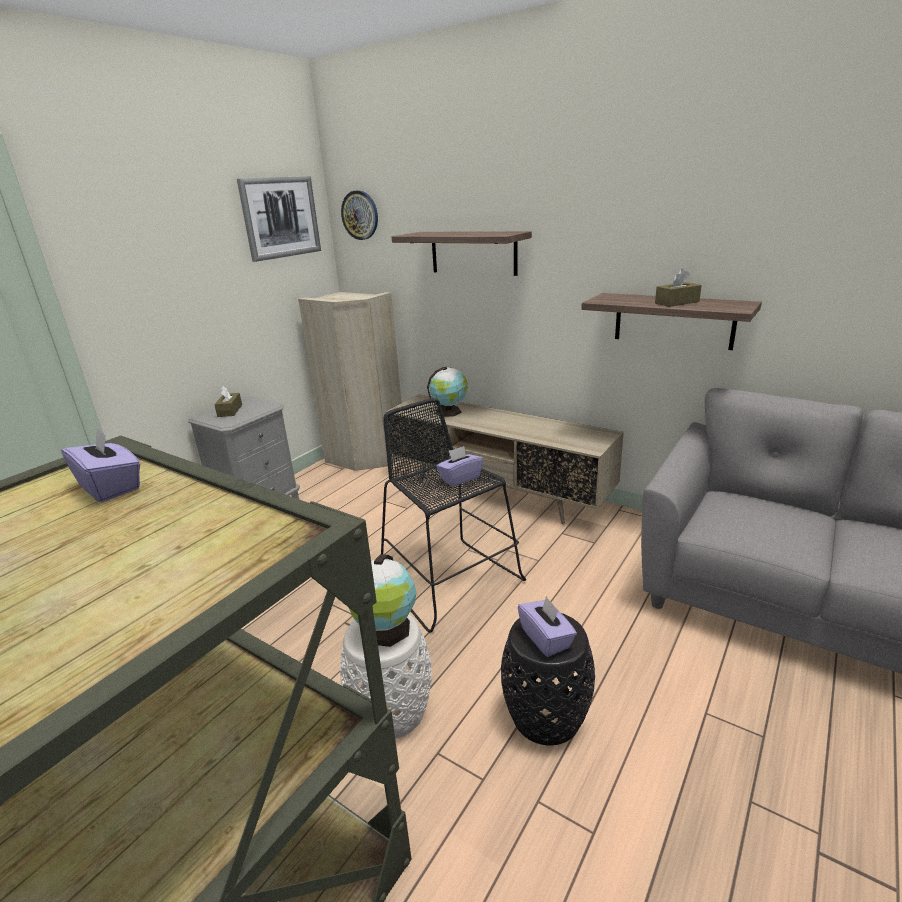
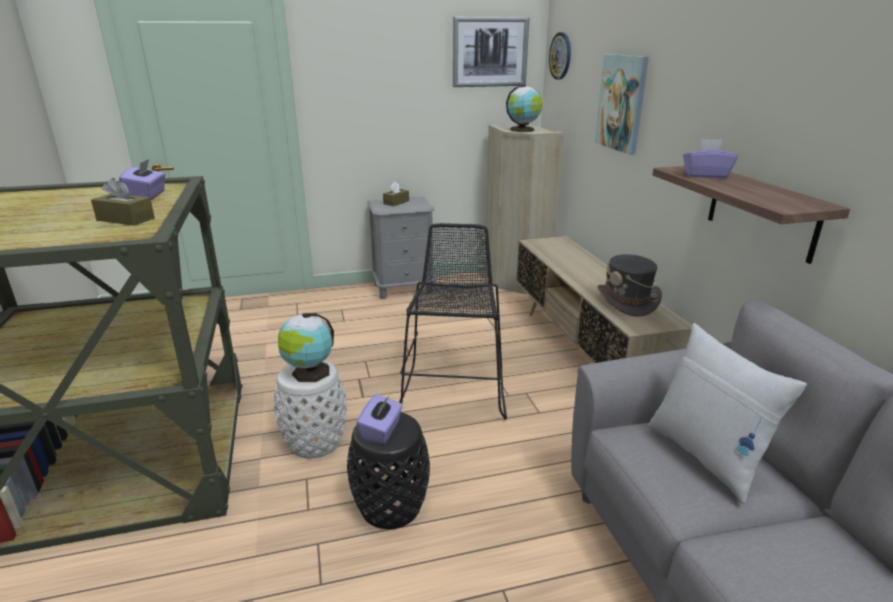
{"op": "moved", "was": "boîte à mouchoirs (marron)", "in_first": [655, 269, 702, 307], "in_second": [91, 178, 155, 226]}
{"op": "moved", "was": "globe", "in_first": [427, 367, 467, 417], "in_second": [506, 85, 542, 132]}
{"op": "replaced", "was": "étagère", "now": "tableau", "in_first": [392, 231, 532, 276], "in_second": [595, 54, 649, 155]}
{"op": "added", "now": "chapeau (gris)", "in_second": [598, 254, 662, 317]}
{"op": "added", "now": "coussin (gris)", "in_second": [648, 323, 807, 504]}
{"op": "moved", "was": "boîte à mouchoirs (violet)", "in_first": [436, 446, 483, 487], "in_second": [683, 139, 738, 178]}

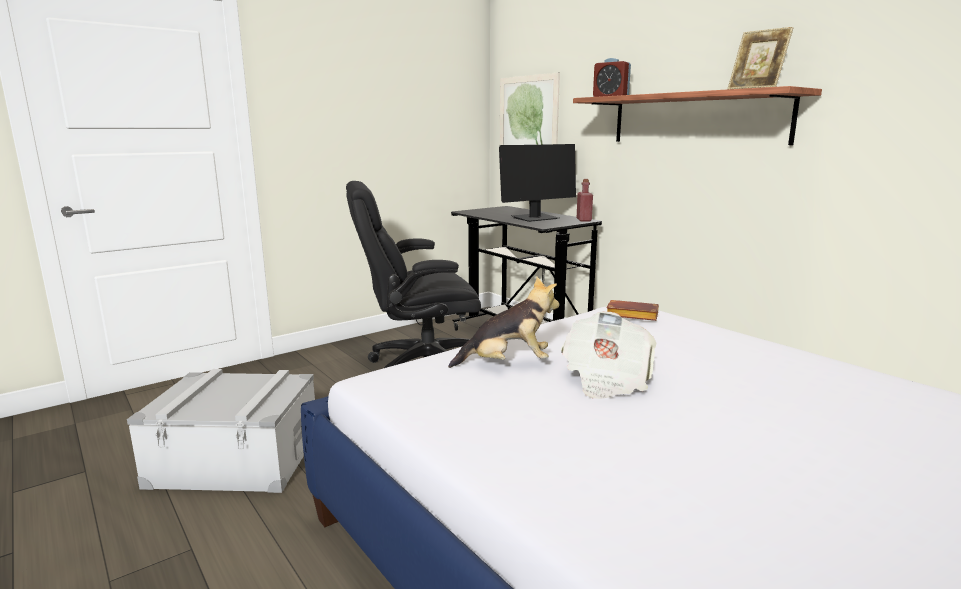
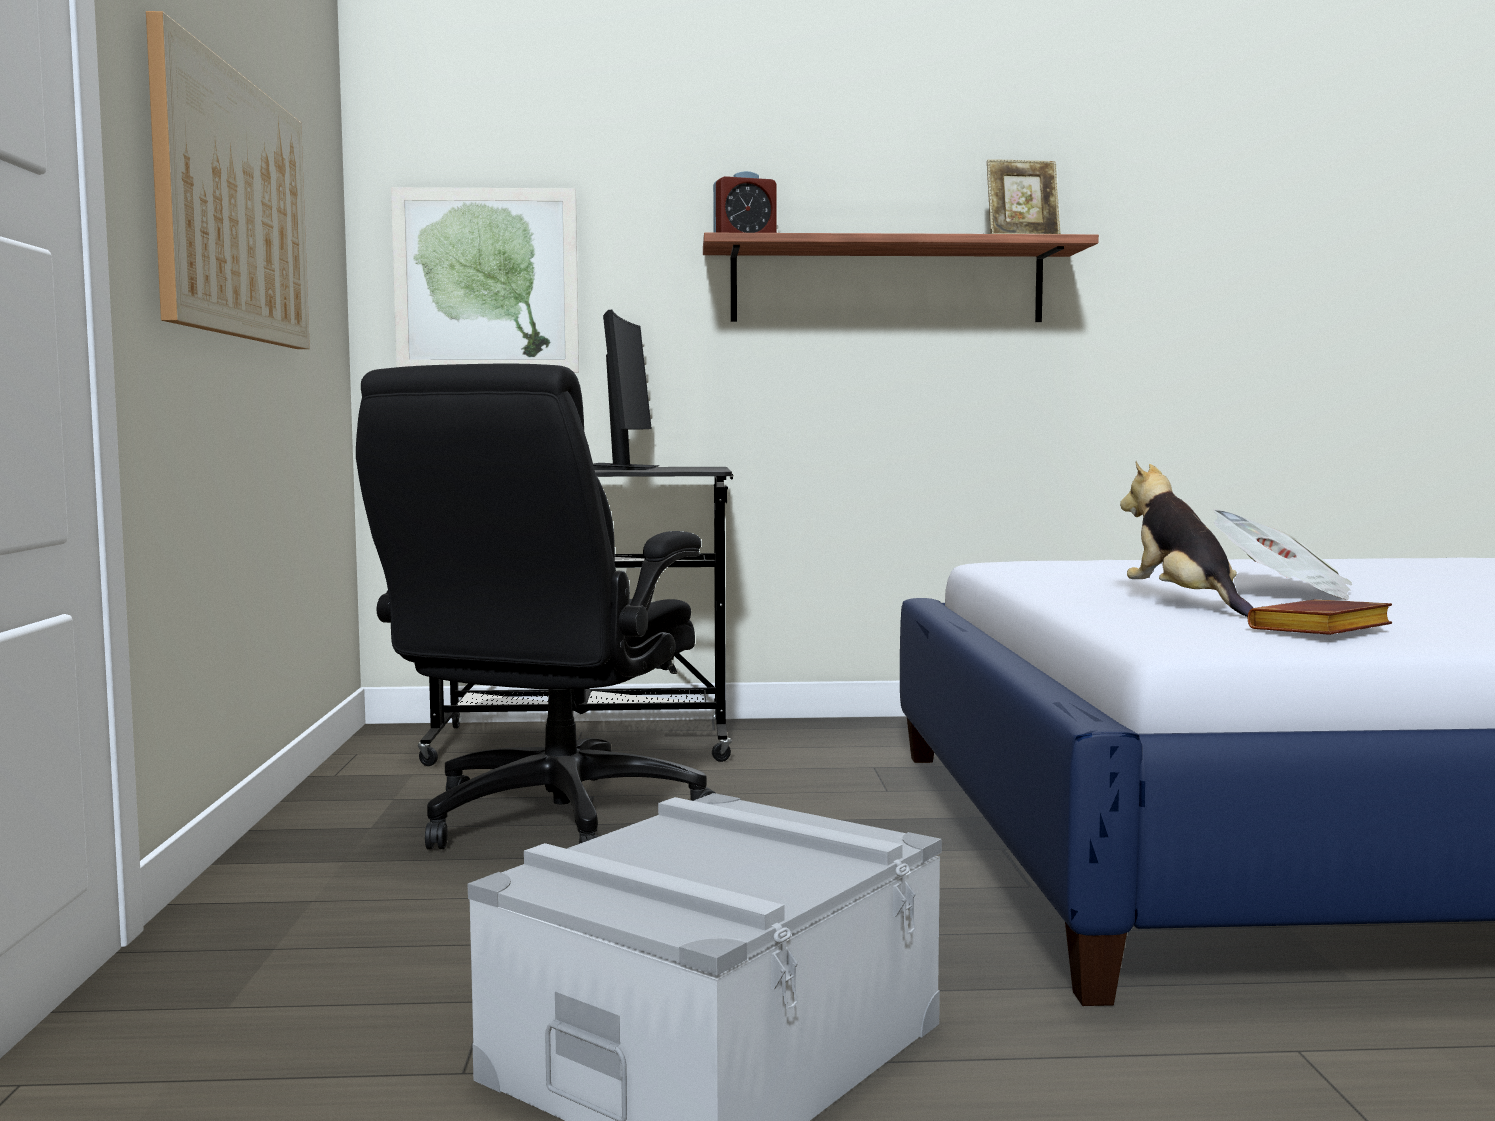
{"op": "added", "now": "tableau", "in_second": [146, 11, 310, 349]}
{"op": "turned", "was": "peluche", "in_first": [448, 277, 559, 368], "in_second": [1120, 461, 1253, 617], "clockwise": -45}
{"op": "moved", "was": "livre (marron)", "in_first": [606, 300, 659, 321], "in_second": [1248, 599, 1392, 635]}
{"op": "removed", "was": "bouteille (rouge)", "in_first": [577, 179, 593, 222]}

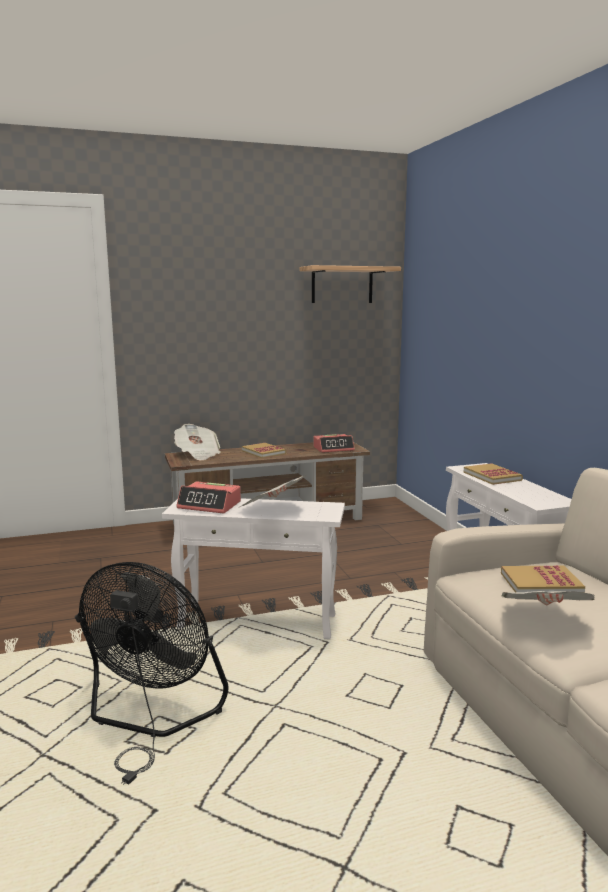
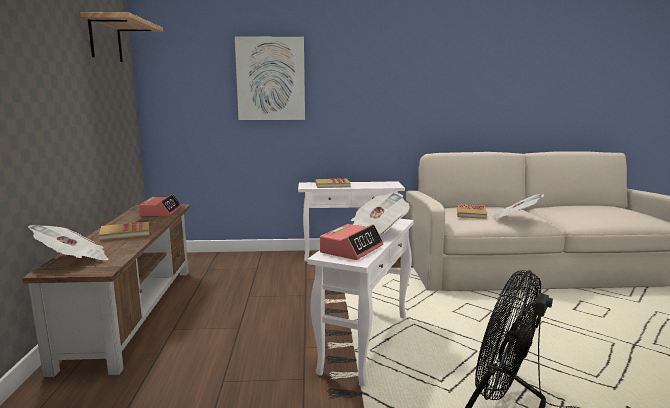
{"op": "added", "now": "tableau", "in_second": [235, 36, 305, 120]}

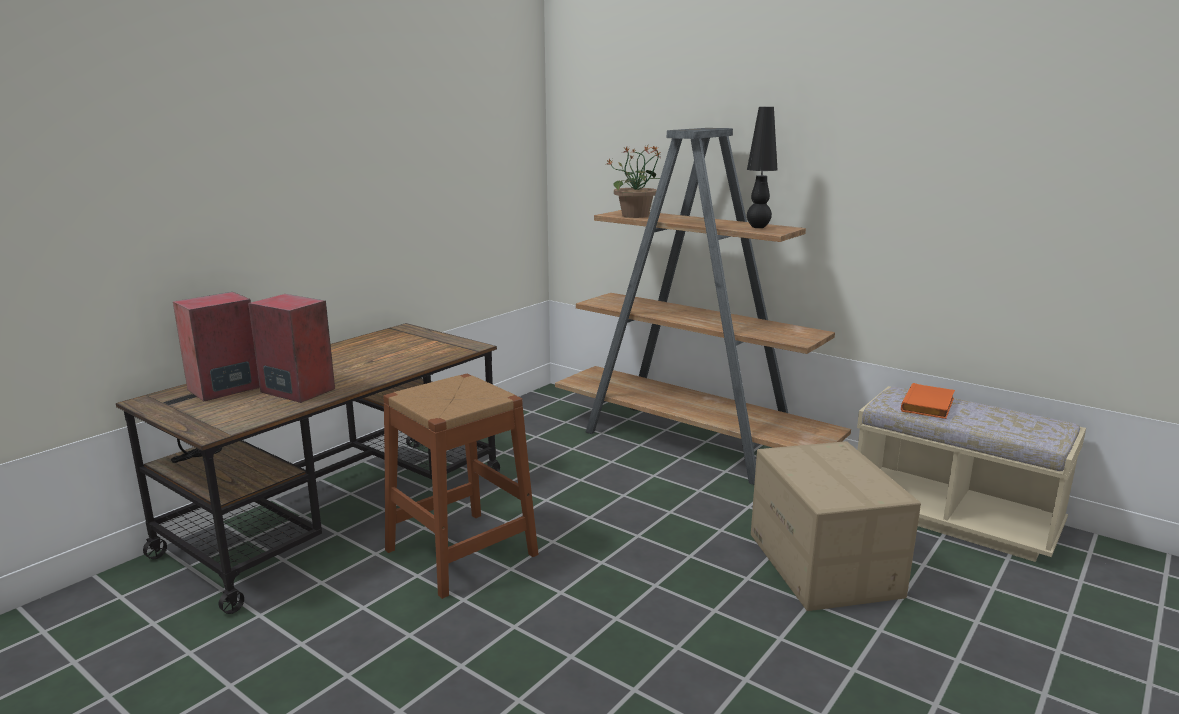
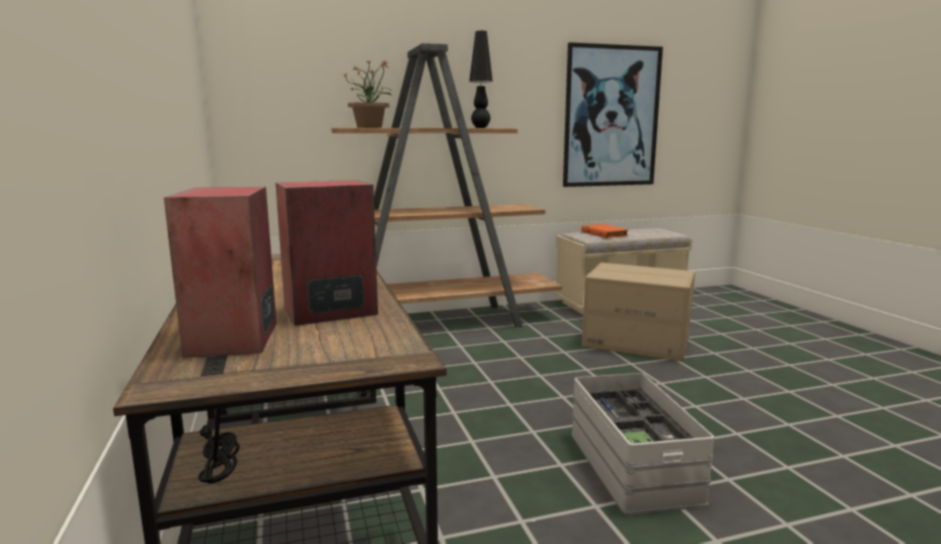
{"op": "added", "now": "tableau", "in_second": [563, 42, 663, 187]}
{"op": "added", "now": "boîte de rangement (gris)", "in_second": [571, 373, 714, 515]}
{"op": "removed", "was": "tabouret (marron)", "in_first": [383, 374, 539, 599]}

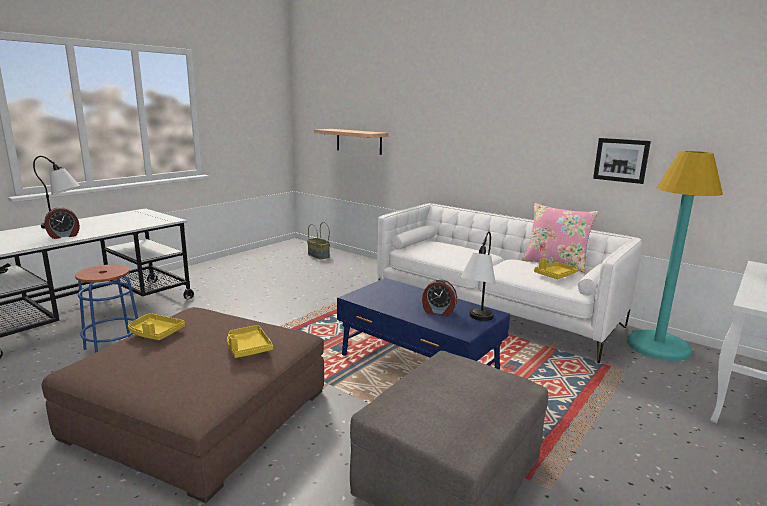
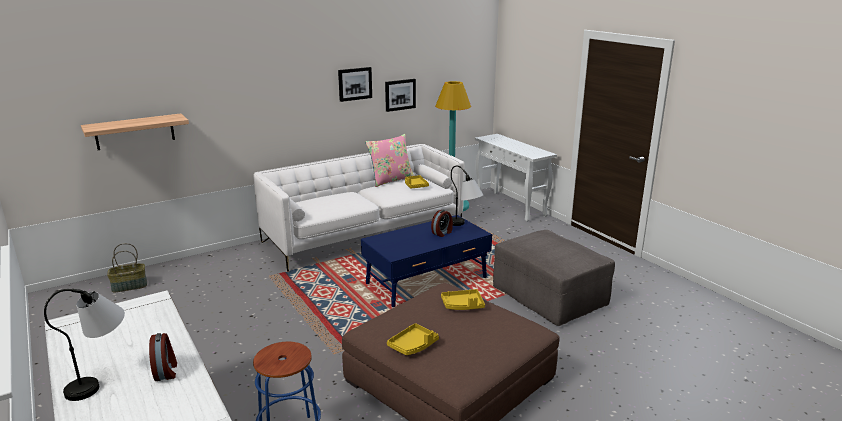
{"op": "added", "now": "tableau", "in_second": [338, 67, 372, 102]}

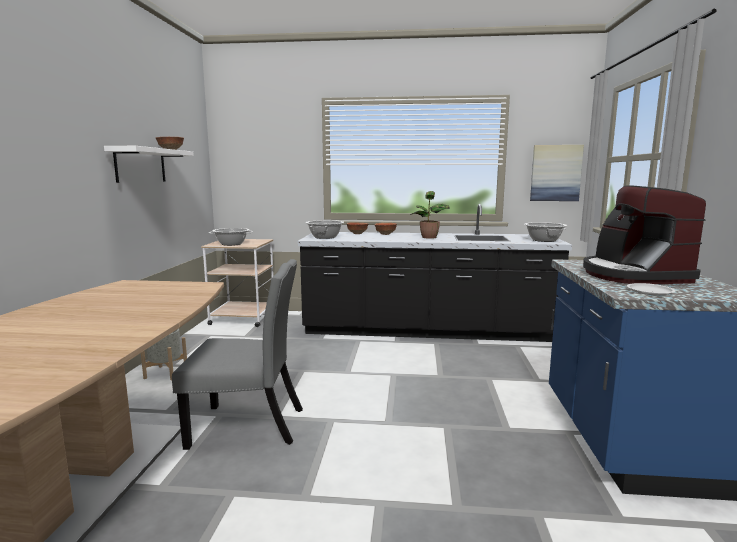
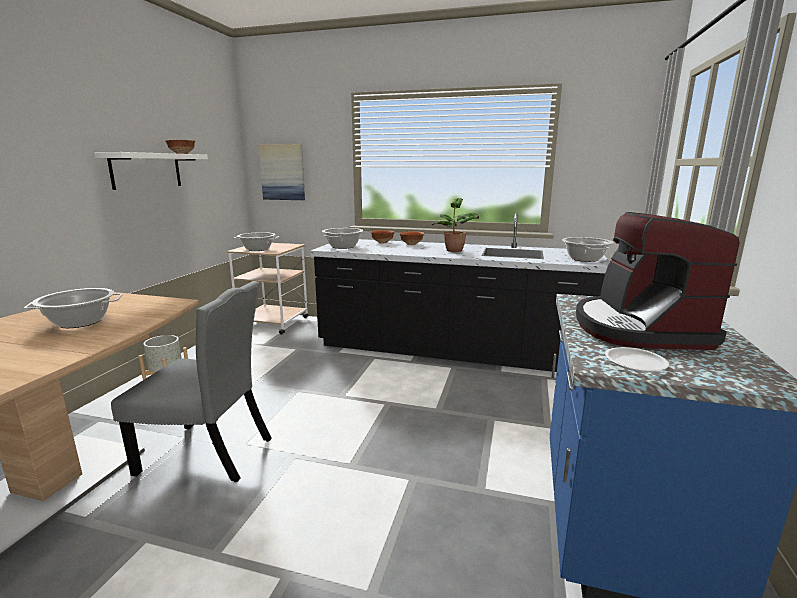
{"op": "added", "now": "marmite", "in_second": [24, 288, 122, 328]}
{"op": "moved", "was": "tableau", "in_first": [530, 145, 584, 201], "in_second": [258, 144, 305, 200]}

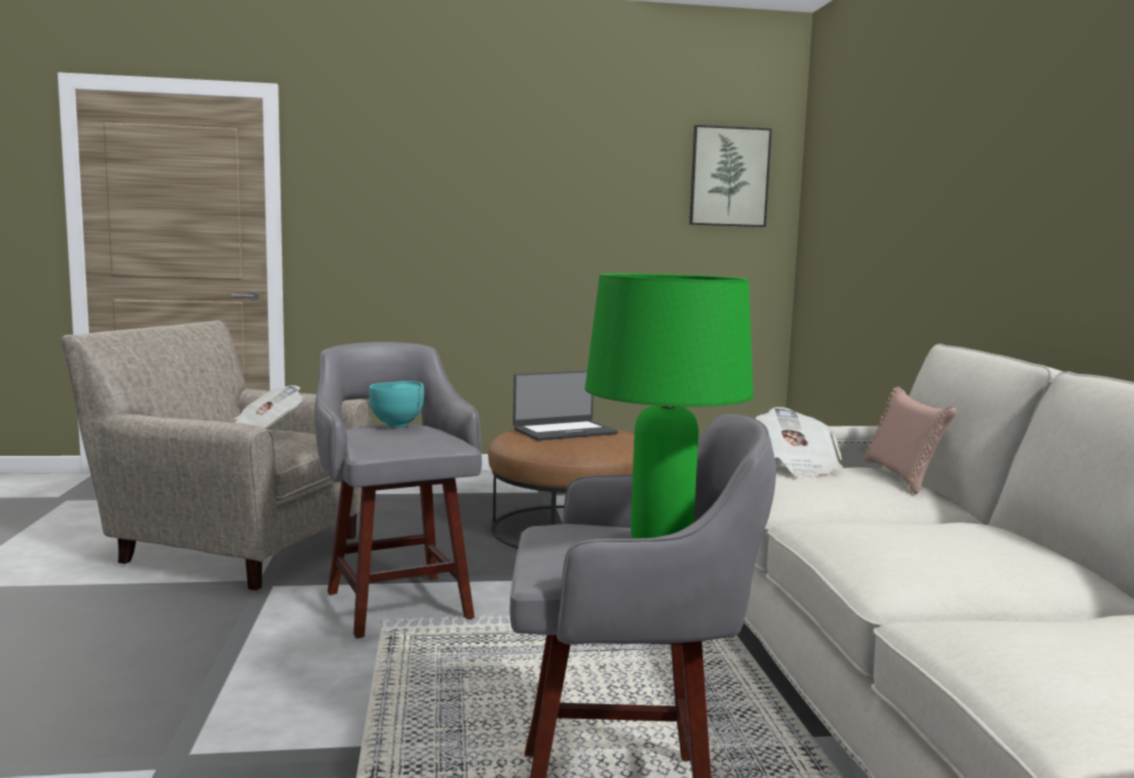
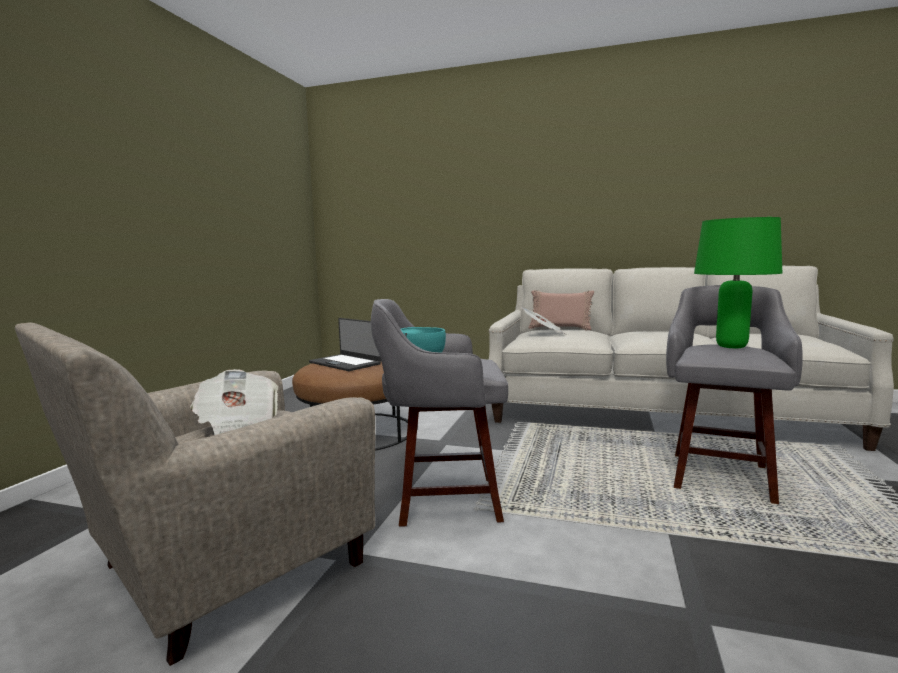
{"op": "turned", "was": "ordinateur portable", "in_first": [513, 371, 618, 441], "in_second": [309, 318, 381, 371], "clockwise": 135}
{"op": "removed", "was": "tableau", "in_first": [689, 125, 772, 227]}

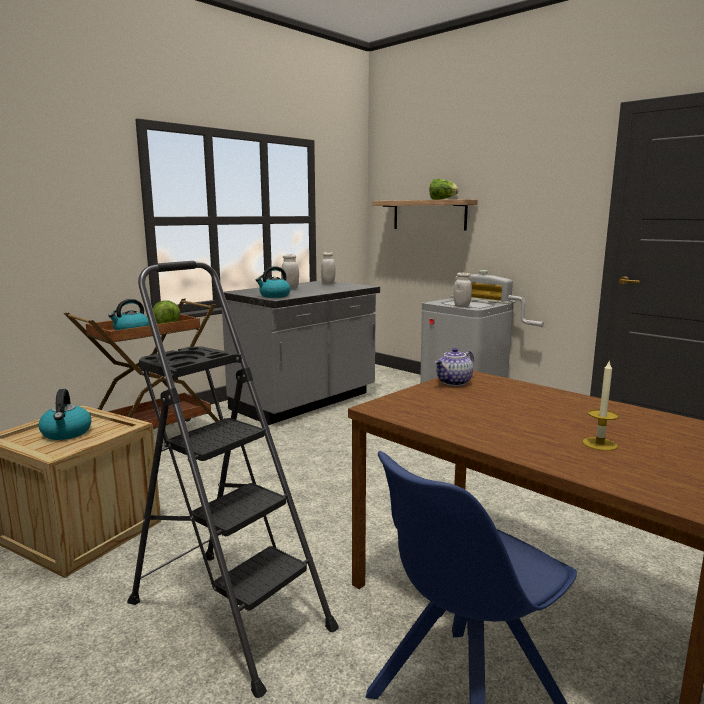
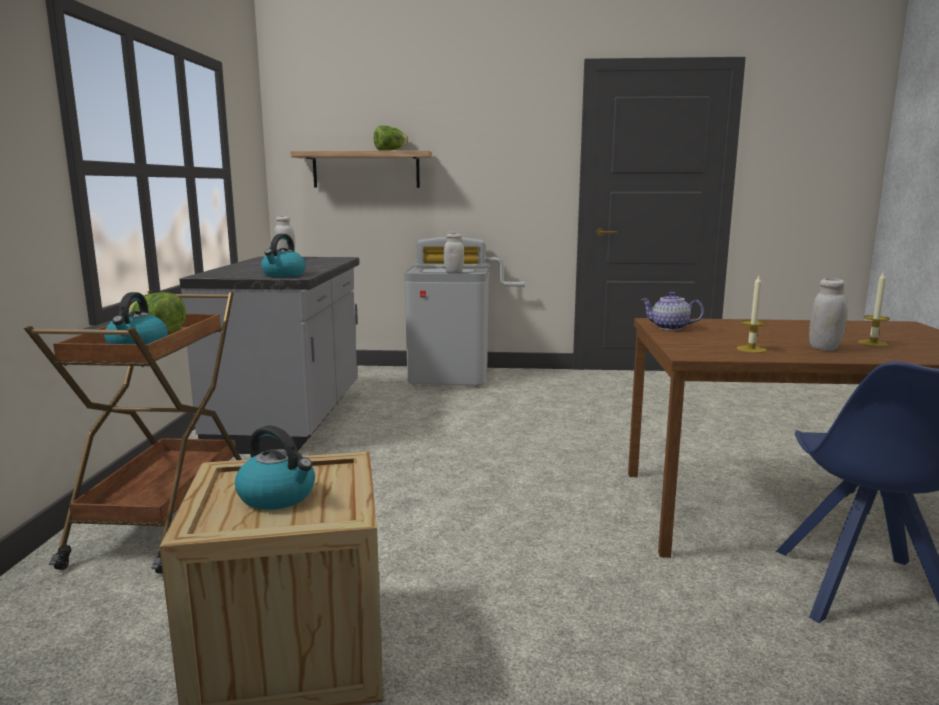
{"op": "turned", "was": "théière", "in_first": [435, 348, 474, 386], "in_second": [641, 292, 704, 330], "clockwise": 105}
{"op": "added", "now": "bougie", "in_second": [737, 276, 767, 353]}
{"op": "moved", "was": "bocal (blanc)", "in_first": [281, 254, 299, 289], "in_second": [809, 278, 847, 351]}
{"op": "removed", "was": "escabeau", "in_first": [127, 261, 339, 698]}

